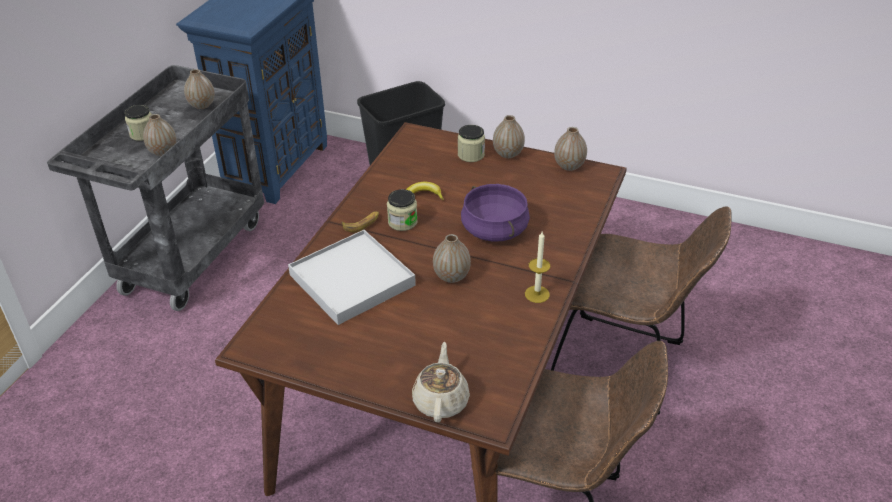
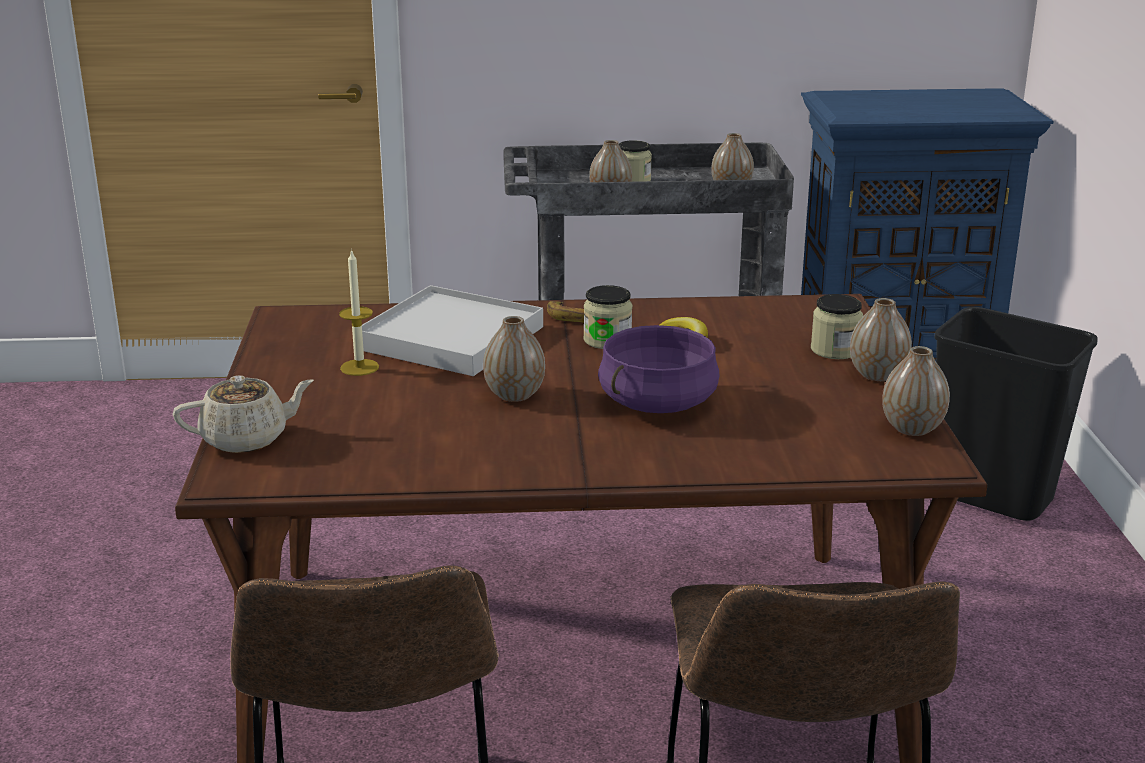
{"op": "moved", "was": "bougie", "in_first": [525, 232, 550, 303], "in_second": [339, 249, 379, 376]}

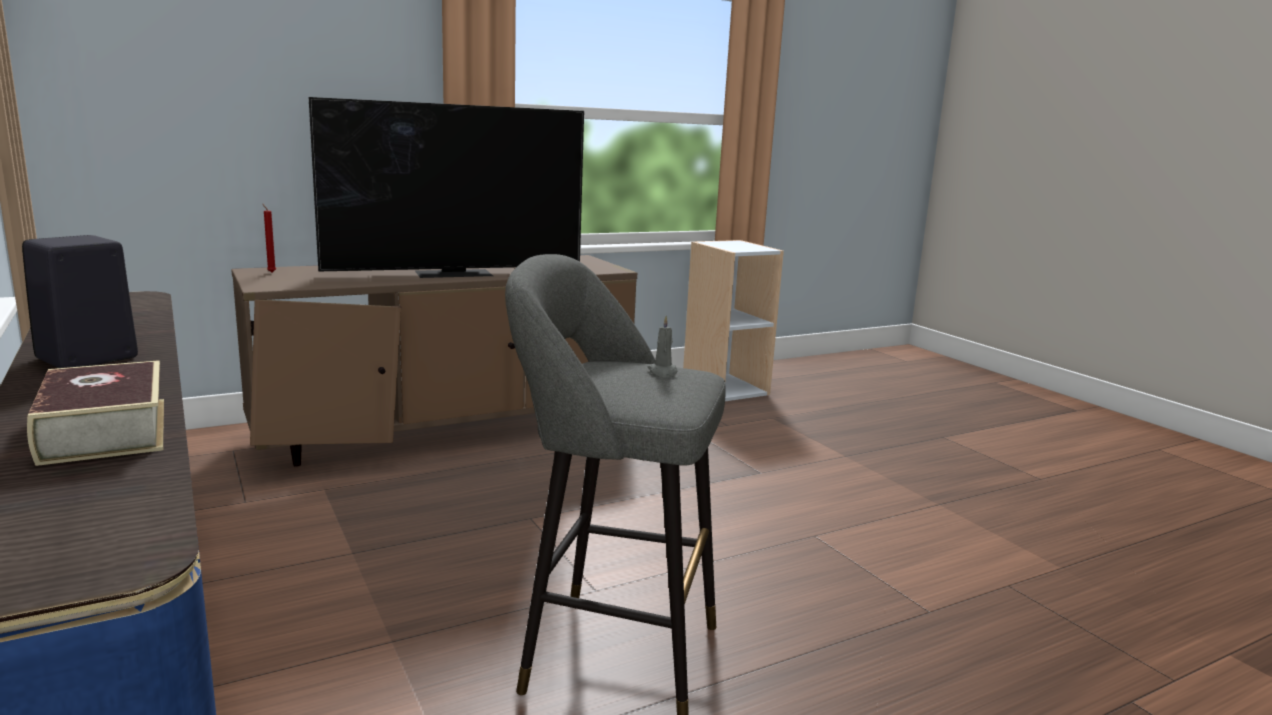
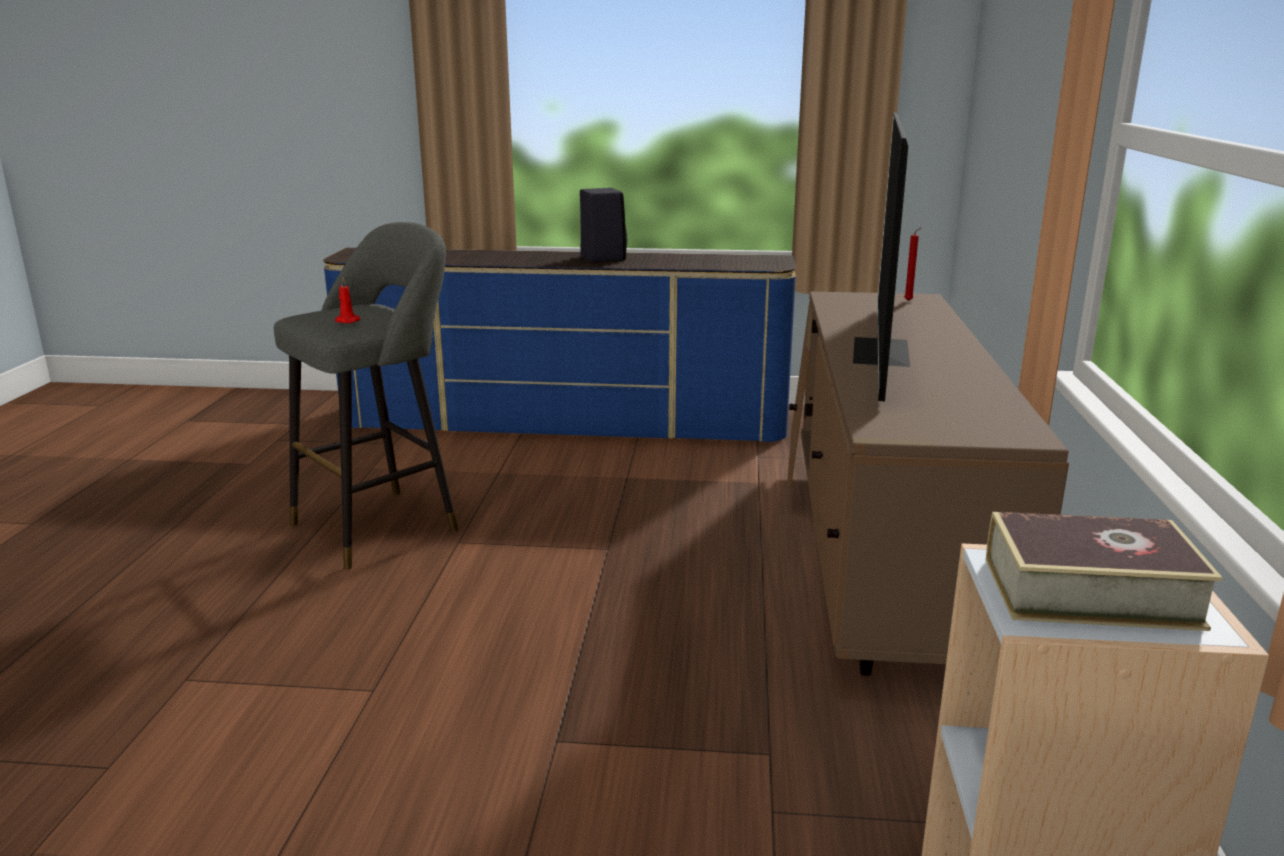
{"op": "recoloured", "was": "bougie (gris)", "now": "bougie (rouge)", "in_first": [647, 316, 677, 377], "in_second": [335, 278, 361, 323]}
{"op": "moved", "was": "livre", "in_first": [27, 360, 164, 466], "in_second": [986, 512, 1223, 631]}

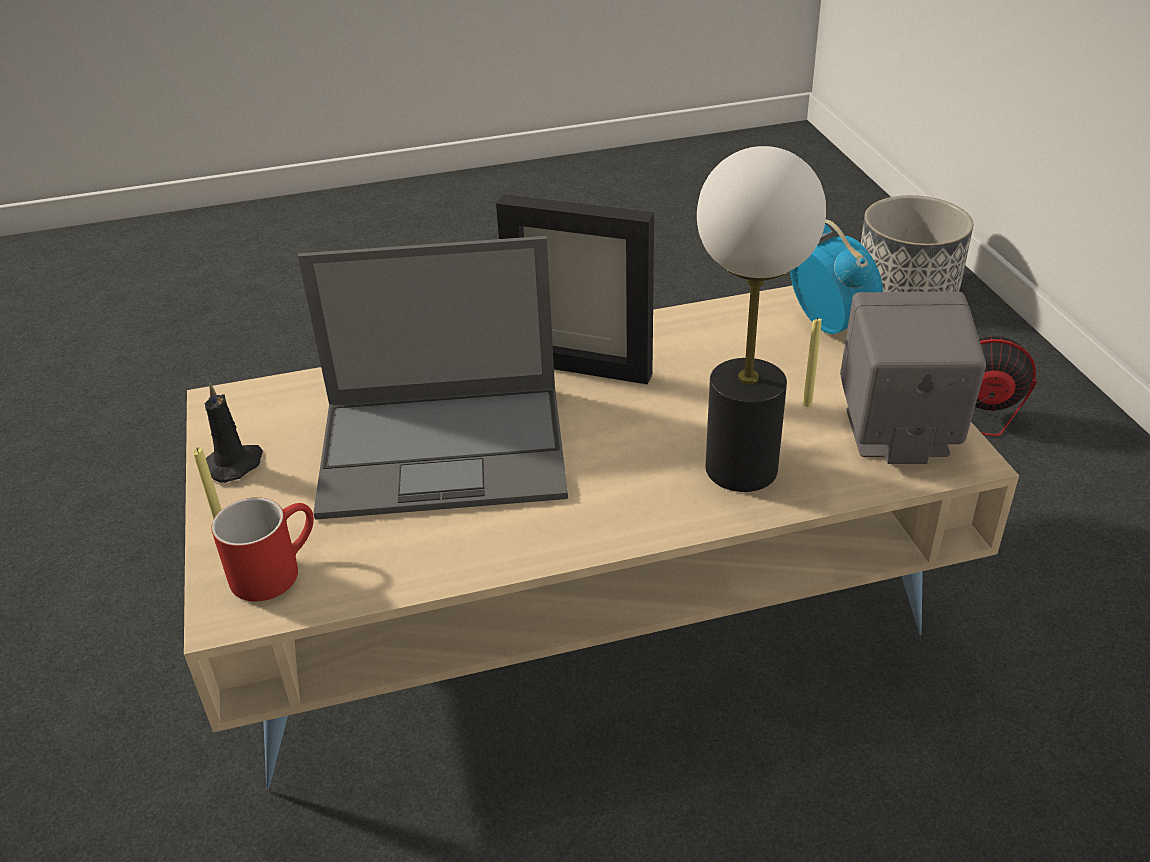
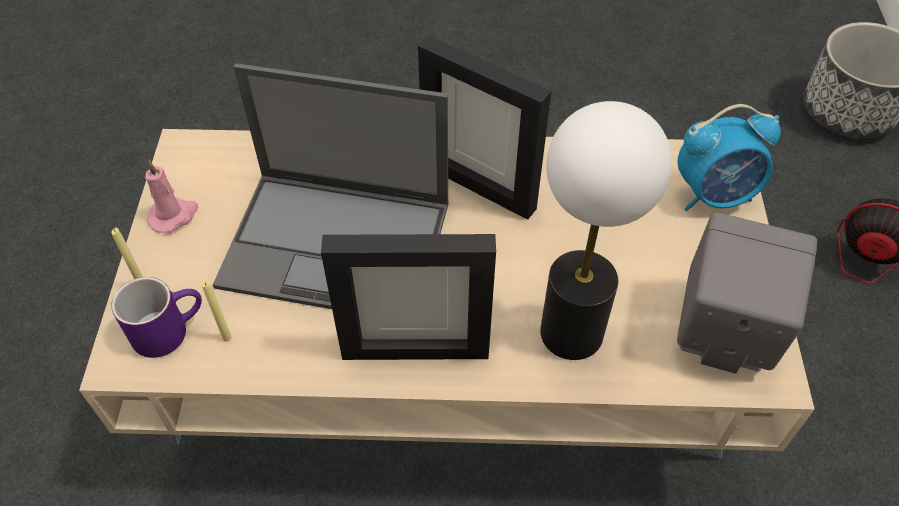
{"op": "recoloured", "was": "mug (rouge)", "now": "mug (violet)", "in_first": [211, 497, 314, 601], "in_second": [111, 277, 202, 358]}
{"op": "recoloured", "was": "bougie (noir)", "now": "bougie (rose)", "in_first": [205, 383, 263, 483], "in_second": [145, 160, 198, 233]}
{"op": "moved", "was": "bougie (jaune)", "in_first": [803, 317, 822, 407], "in_second": [202, 282, 231, 342]}
{"op": "added", "now": "cadre photo", "in_second": [321, 234, 496, 360]}
{"op": "turned", "was": "réveil", "in_first": [790, 220, 883, 334], "in_second": [677, 104, 781, 211], "clockwise": 90}

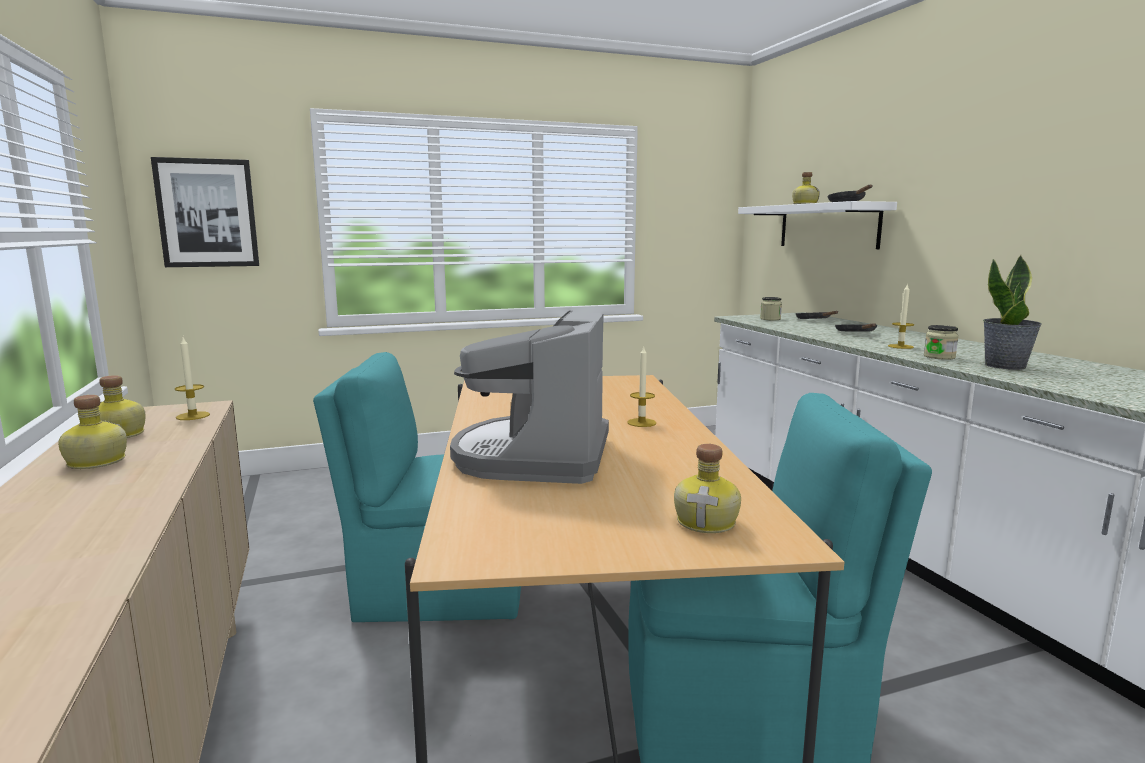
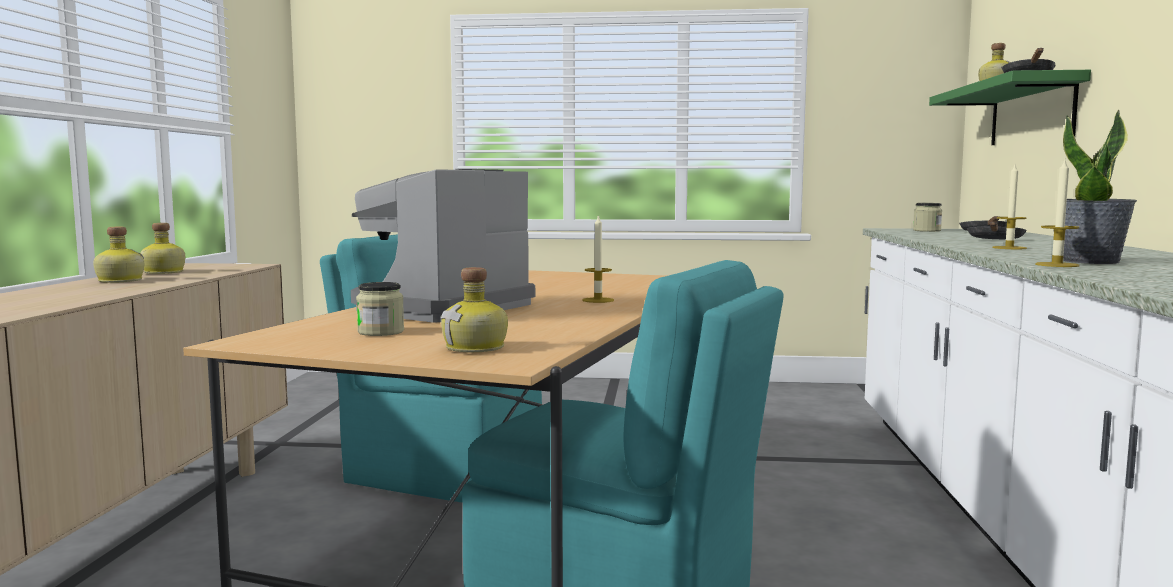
{"op": "moved", "was": "bocal", "in_first": [924, 325, 959, 360], "in_second": [356, 282, 404, 336]}
{"op": "recoloured", "was": "étagère (blanc)", "now": "étagère (vert)", "in_first": [738, 201, 897, 249], "in_second": [929, 70, 1091, 145]}
{"op": "moved", "was": "bougie", "in_first": [175, 337, 210, 420], "in_second": [1035, 160, 1080, 267]}
{"op": "removed", "was": "tableau", "in_first": [151, 157, 259, 267]}

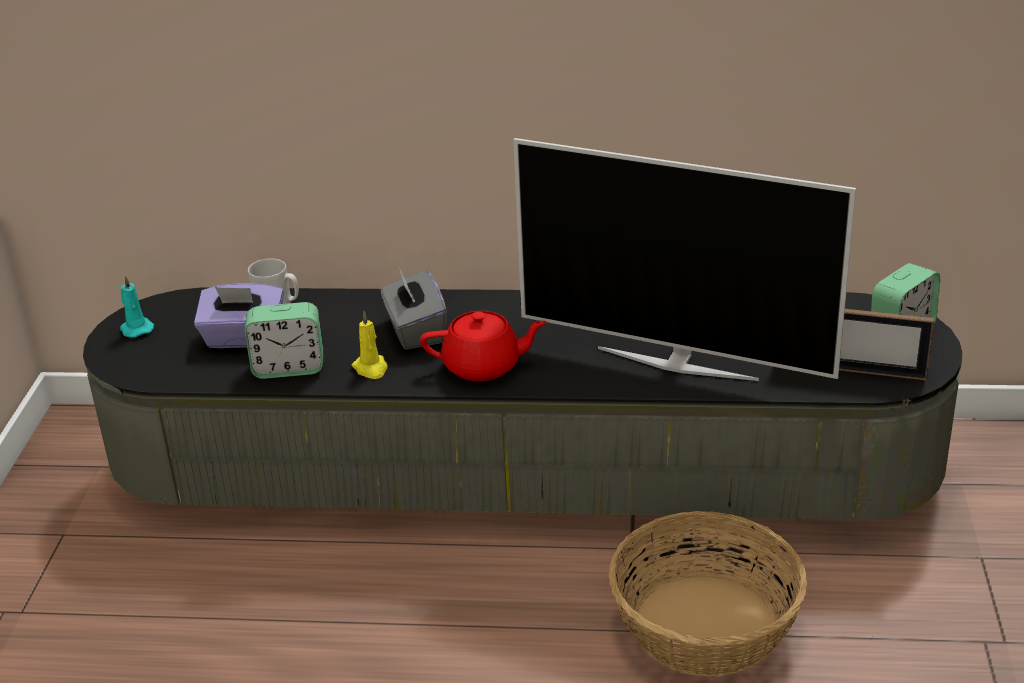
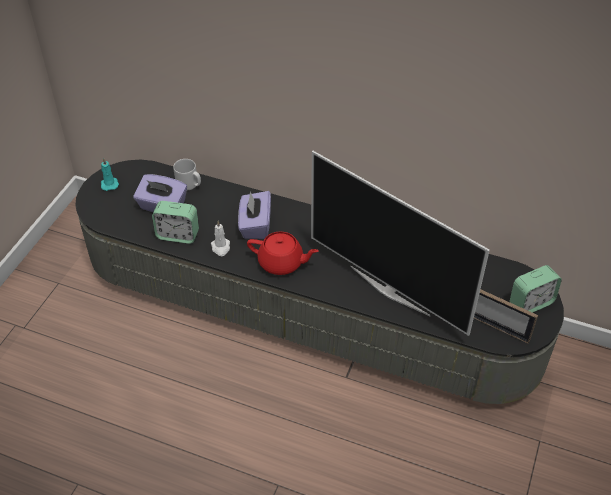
{"op": "recoloured", "was": "bougie (jaune)", "now": "bougie (blanc)", "in_first": [352, 311, 388, 379], "in_second": [211, 221, 230, 256]}
{"op": "recoloured", "was": "boîte à mouchoirs (gris)", "now": "boîte à mouchoirs (violet)", "in_first": [381, 268, 447, 350], "in_second": [238, 191, 271, 239]}
{"op": "removed", "was": "panier", "in_first": [609, 511, 807, 677]}

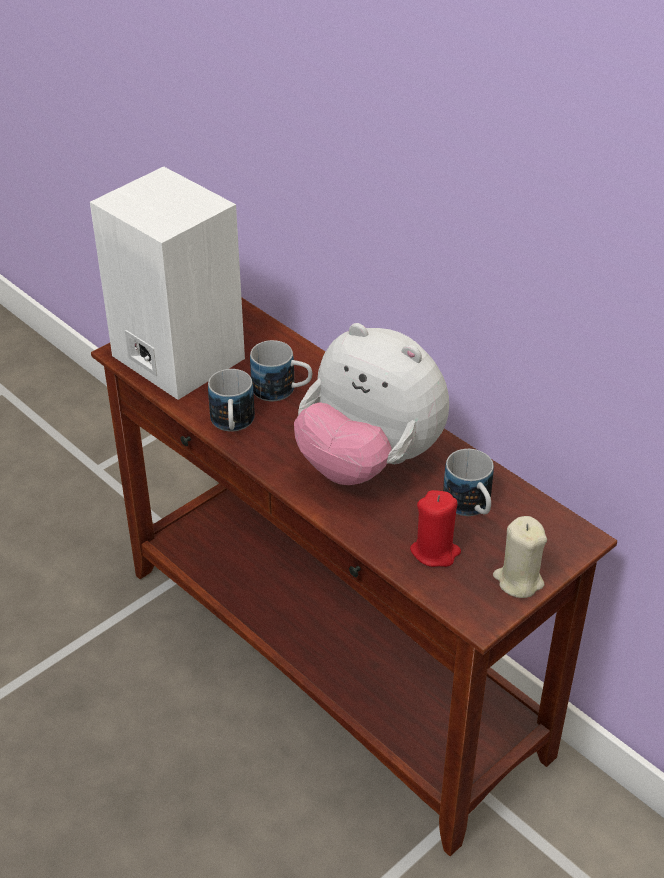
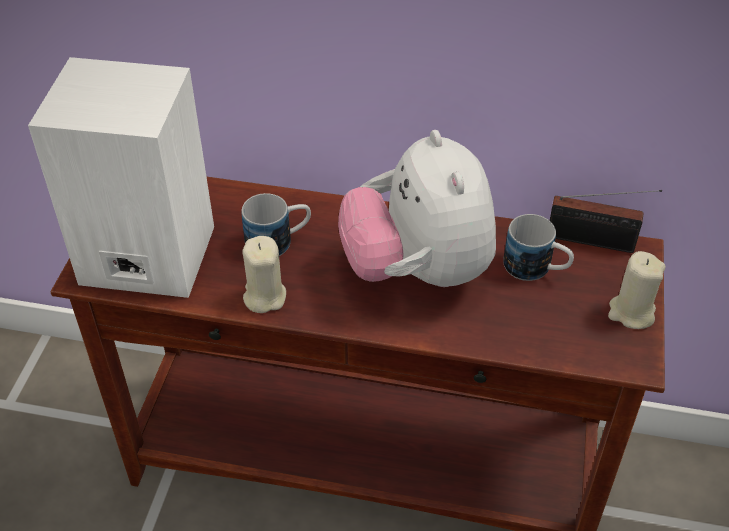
{"op": "replaced", "was": "mug", "now": "bougie (beige)", "in_first": [208, 369, 255, 432], "in_second": [243, 236, 286, 313]}
{"op": "turned", "was": "peluche", "in_first": [294, 323, 449, 485], "in_second": [338, 130, 496, 287], "clockwise": 75}
{"op": "added", "now": "radio", "in_second": [550, 190, 662, 253]}
{"op": "removed", "was": "bougie (rouge)", "in_first": [410, 490, 461, 567]}

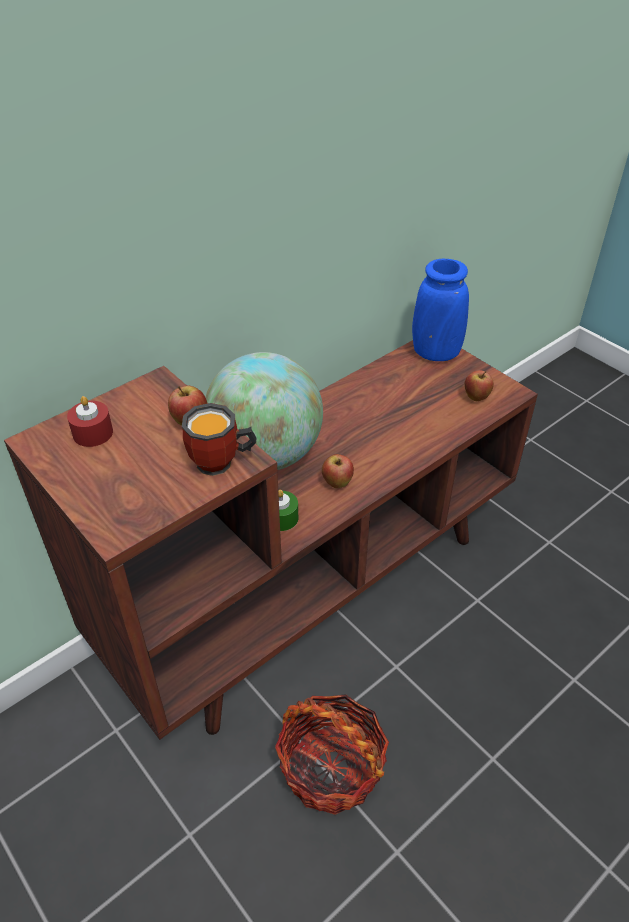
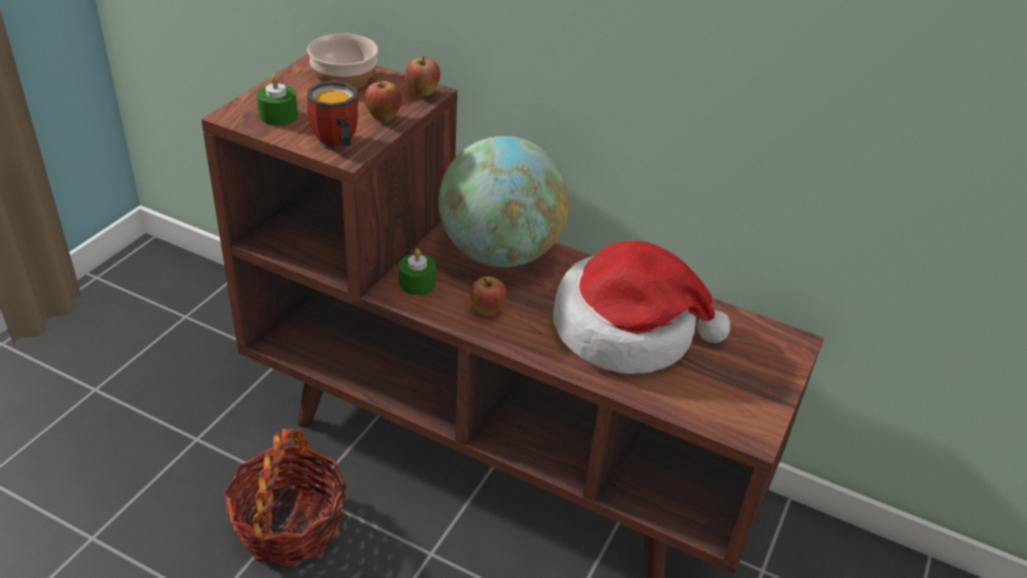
{"op": "added", "now": "bougie (vert)", "in_second": [256, 74, 298, 126]}
{"op": "replaced", "was": "bougie (rouge)", "now": "bol", "in_first": [67, 396, 113, 447], "in_second": [307, 33, 378, 89]}
{"op": "moved", "was": "pomme", "in_first": [464, 370, 494, 401], "in_second": [405, 57, 440, 96]}
{"op": "added", "now": "chapeau", "in_second": [553, 241, 730, 374]}
{"op": "removed", "was": "vase (bleu)", "in_first": [412, 259, 469, 361]}

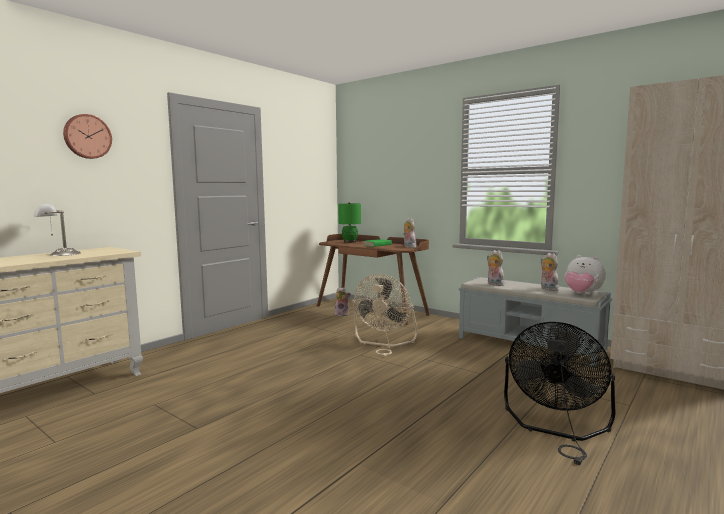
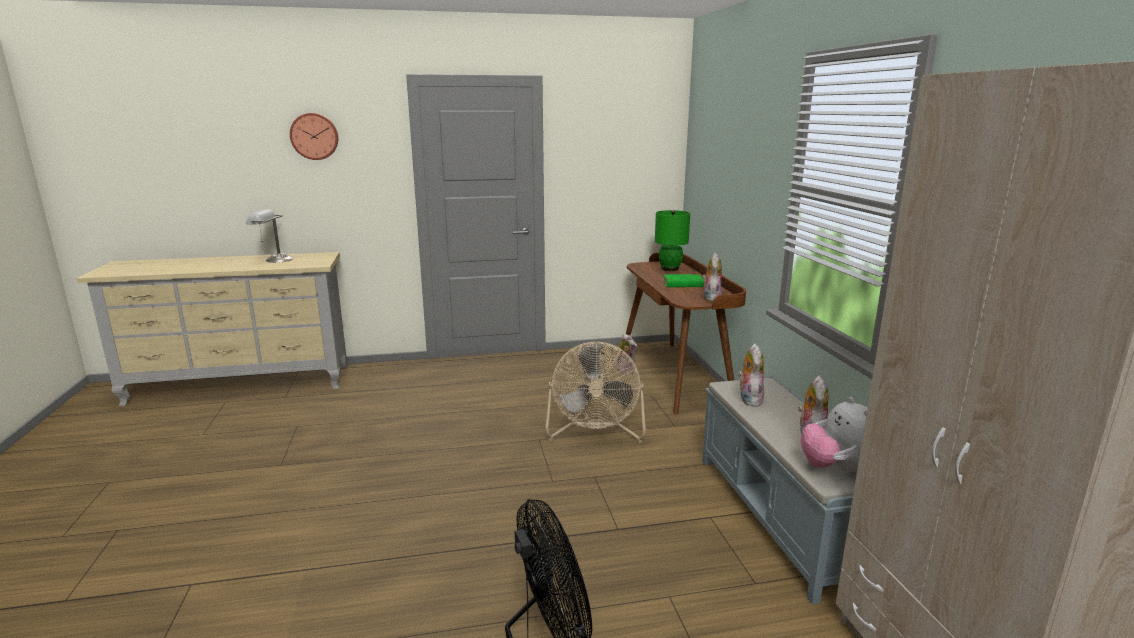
{"op": "turned", "was": "ventilateur (beige)", "in_first": [352, 274, 418, 357], "in_second": [545, 342, 646, 443], "clockwise": 120}

